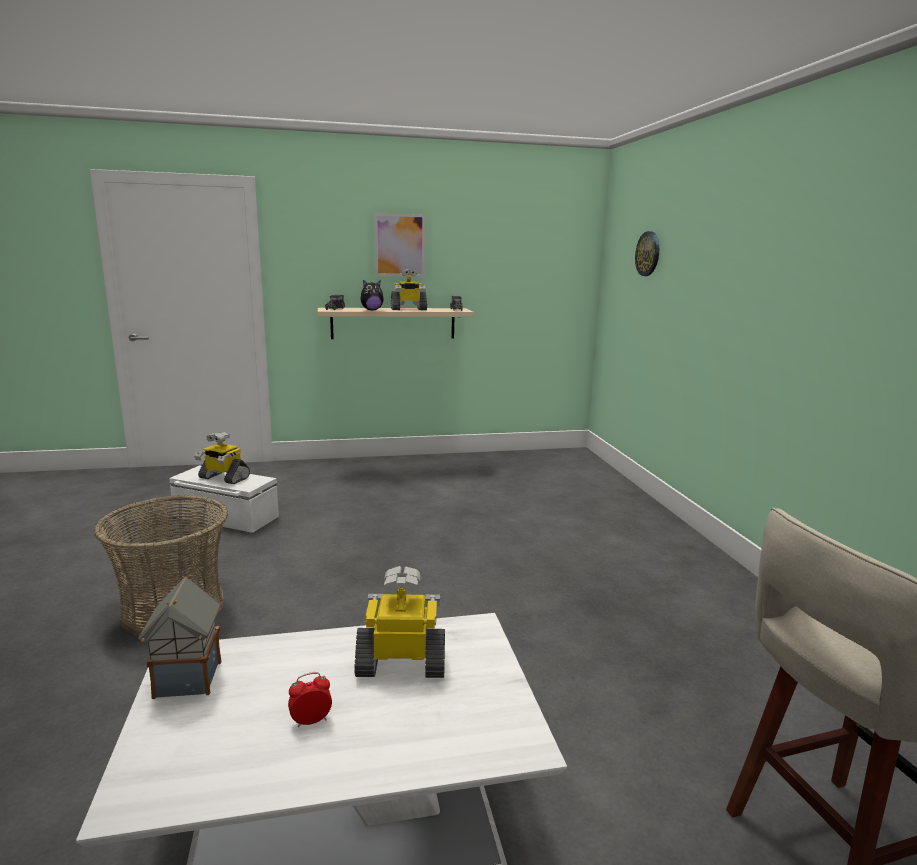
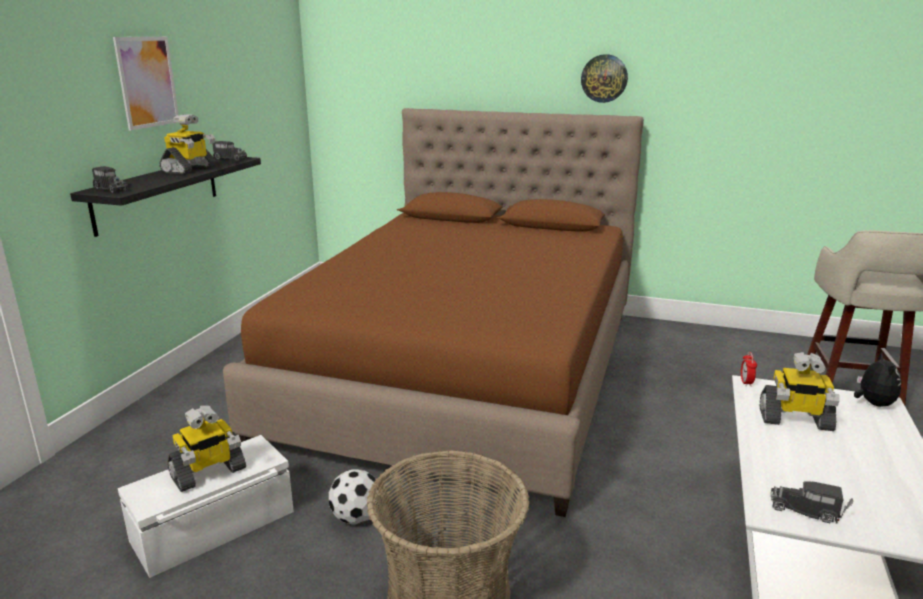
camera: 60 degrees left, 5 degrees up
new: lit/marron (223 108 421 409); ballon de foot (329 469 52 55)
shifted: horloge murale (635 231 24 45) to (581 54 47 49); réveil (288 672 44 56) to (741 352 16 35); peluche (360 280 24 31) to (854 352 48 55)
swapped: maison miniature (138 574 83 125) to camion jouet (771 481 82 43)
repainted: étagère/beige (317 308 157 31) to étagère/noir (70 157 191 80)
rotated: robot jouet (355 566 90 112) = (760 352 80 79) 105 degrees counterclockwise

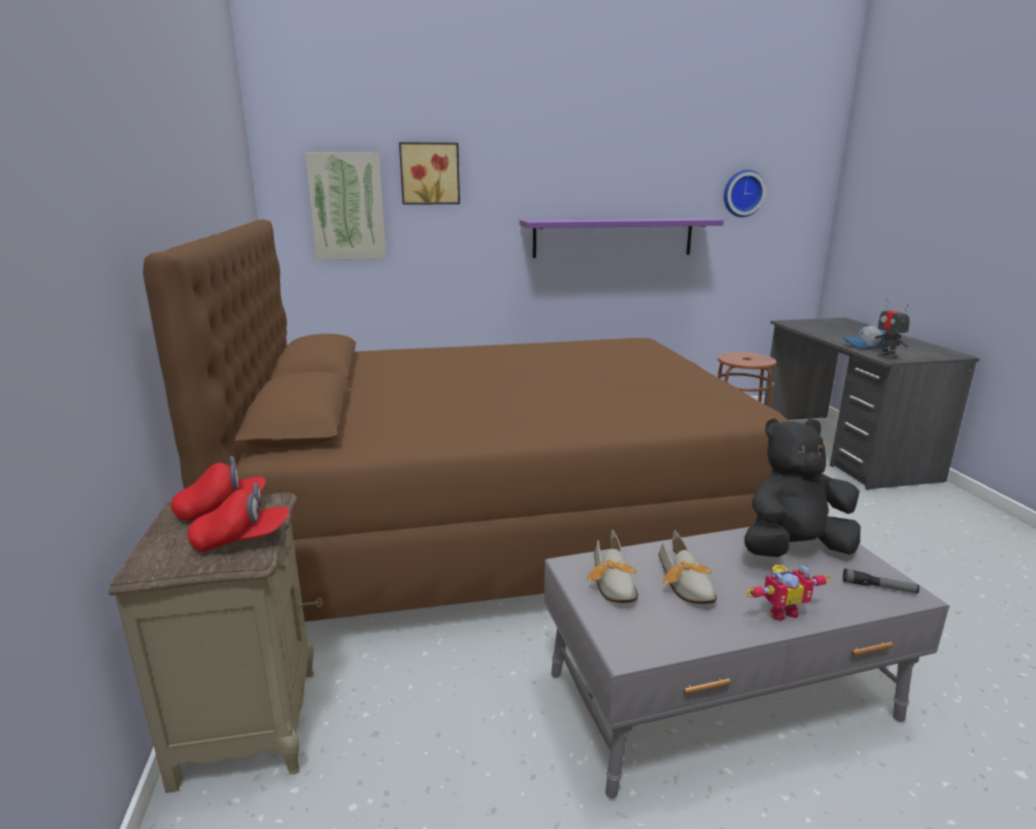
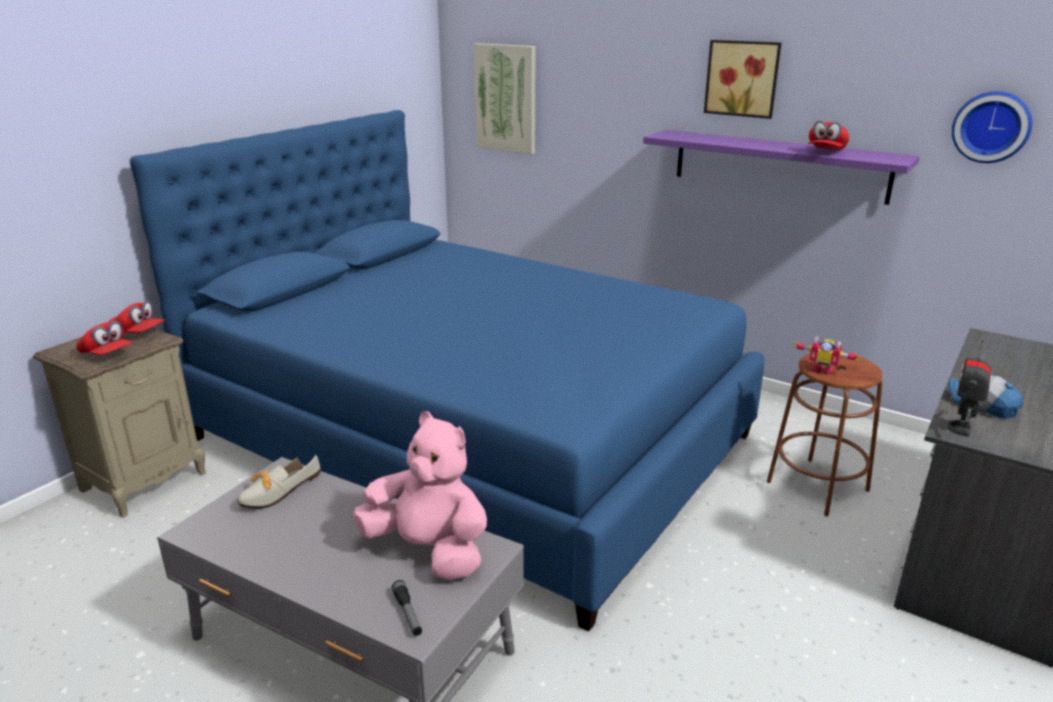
camera: 45 degrees right, 5 degrees up
gone: chaussure (658 530 59 74)
new: casquette/rouge (808 120 41 29)
shifted: tableau (399 142 61 63) to (704 40 77 79); robot jouet (746 565 85 56) to (792 337 69 38)
repainted: lit/marron (143 219 646 403) to lit/bleu (130 110 634 521); peluche/noir (744 418 116 139) to peluche/rose (353 411 134 169)

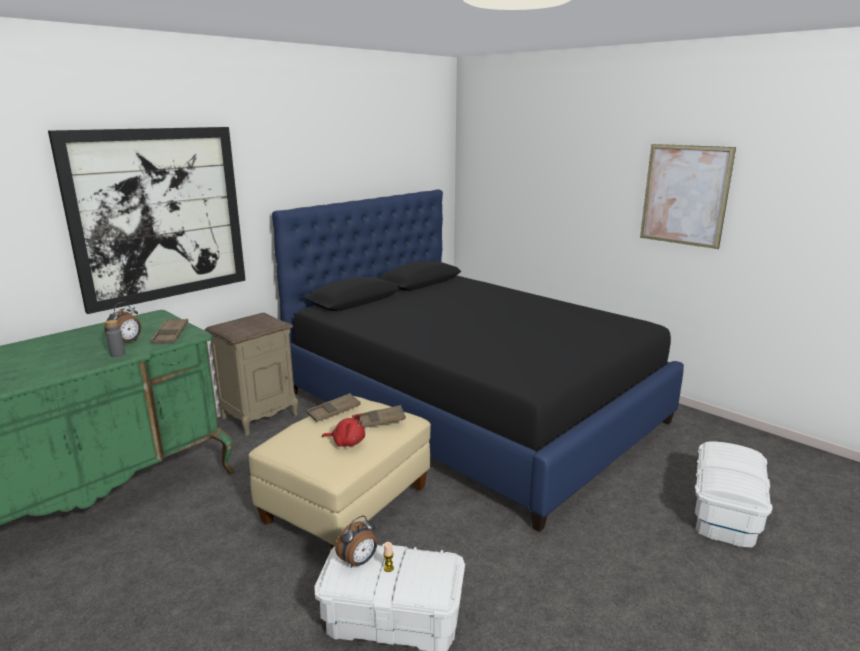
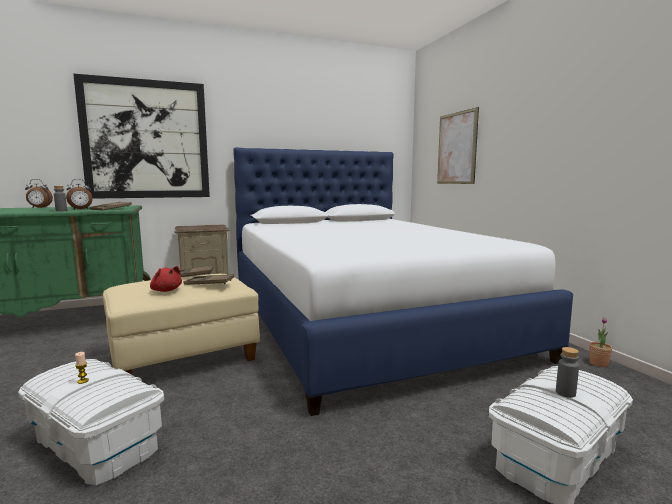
camera: 25 degrees right, 10 degrees down
new: bouteille/gris (556 347 23 51); plante en pot (589 318 23 49)
shifted: réveil (335 516 42 52) to (25 179 28 29); tableau (640 144 96 105) to (437 107 42 77)
repainted: lit/noir (272 190 412 342) to lit/blanc (233 148 340 268)

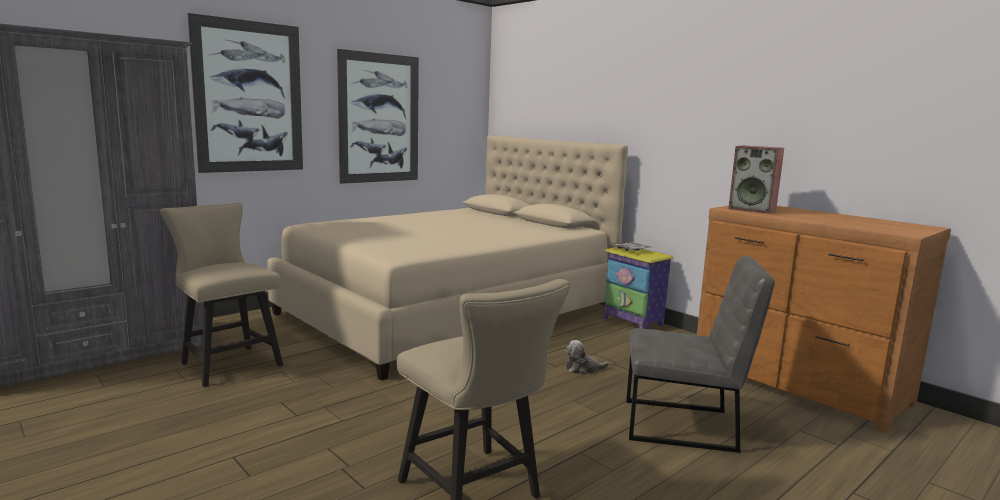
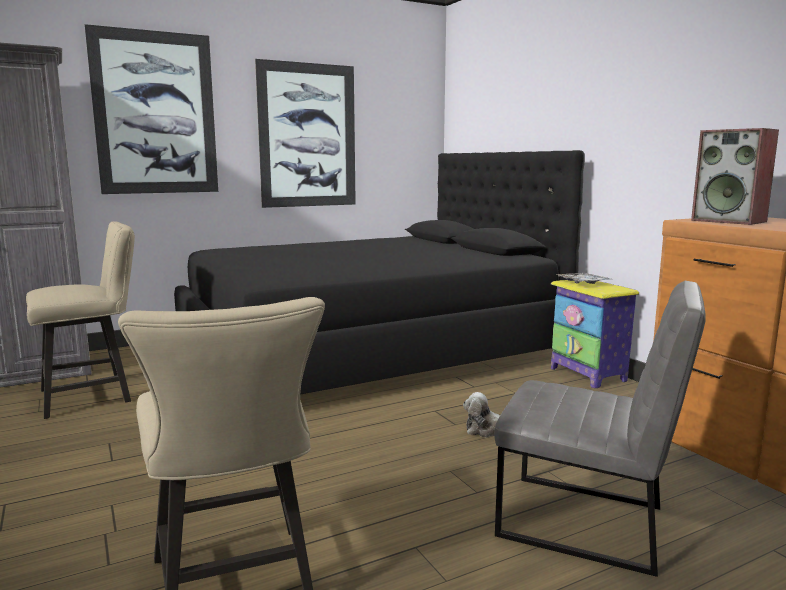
camera: 15 degrees right, 0 degrees up
repainted: lit/beige (267 135 361 246) to lit/noir (174 150 411 244)
rotated: chaise/beige (160 203 123 184) = (26 221 109 198) 90 degrees clockwise

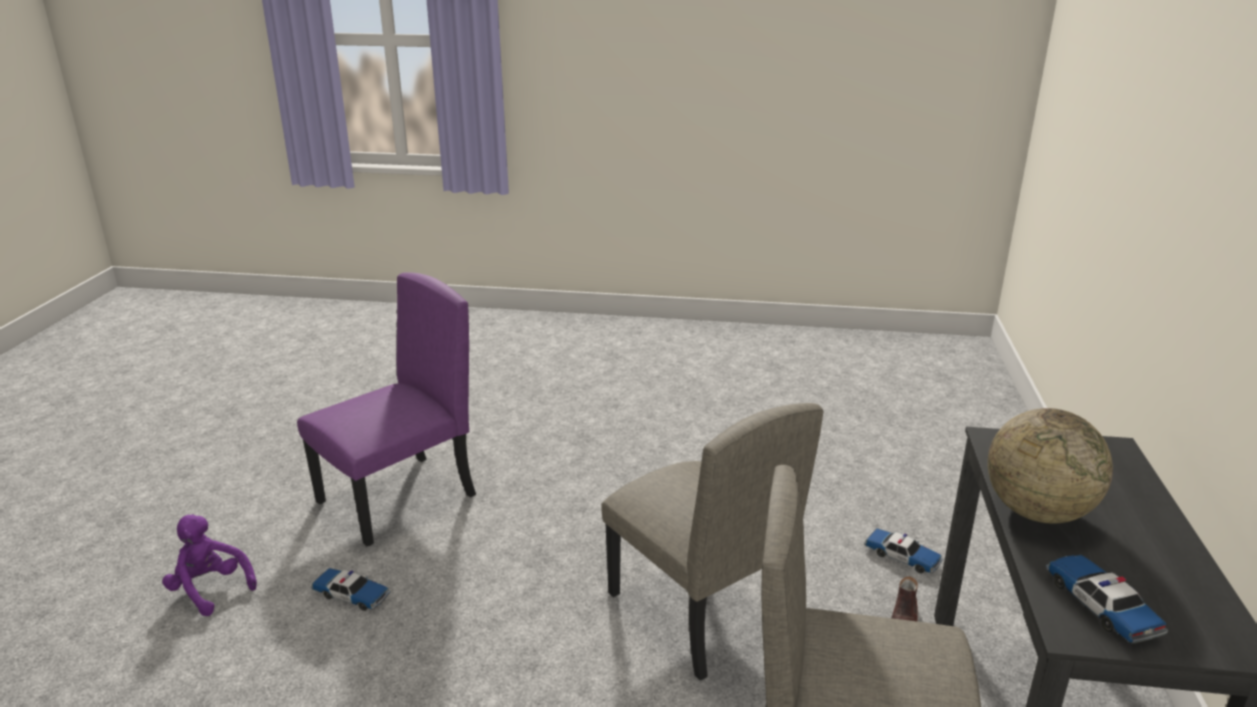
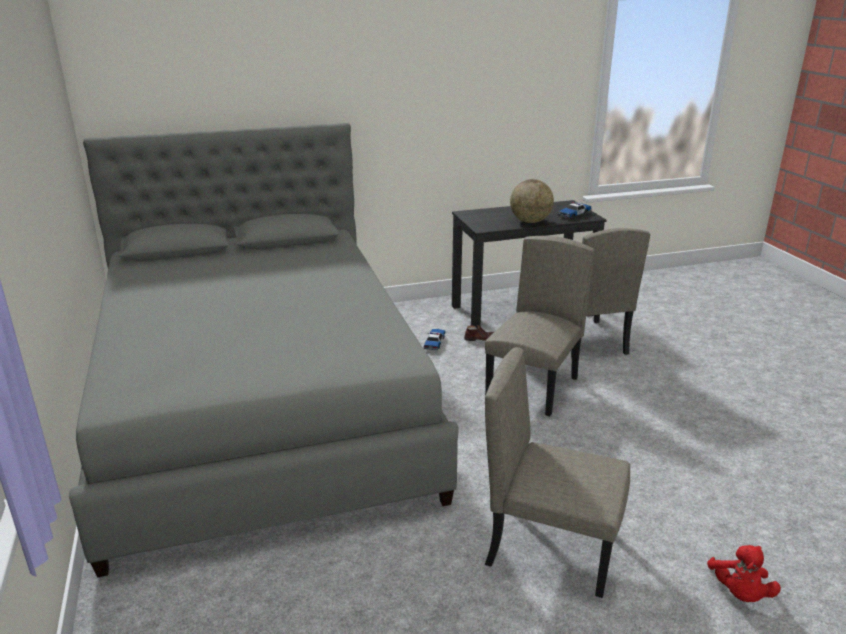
camera: 115 degrees left, 0 degrees up
gone: petite voiture (311 568 79 43)
new: lit/gris (69 123 390 455)
repainted: chaise/violet (297 272 179 275) to chaise/beige (485 347 145 251); peluche/violet (162 514 95 102) to peluche/rouge (707 545 74 57)

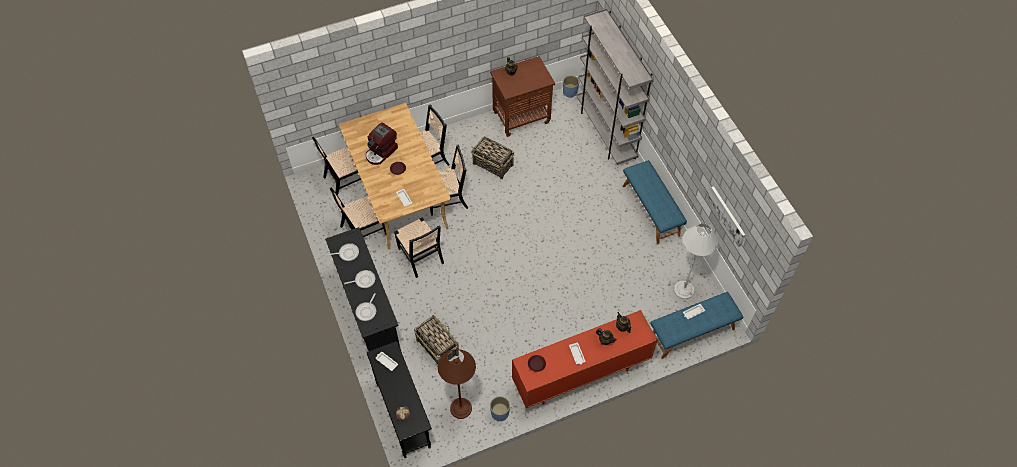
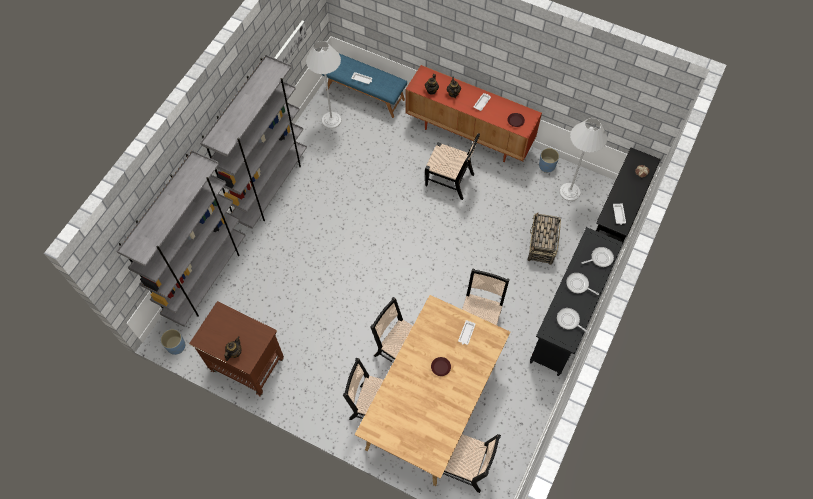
camera: 130 degrees left, 5 degrees up
gone: machine à café (366 123 32 42); panier (471 136 43 43)
shifted: chaise (330 187 56 50) to (425 133 55 67)
swapped: banc/bleu (623 160 64 84) to bibliothèque/gris (200 55 107 174)
repainted: lampadaire/marron (438 349 38 70) to lampadaire/blanc (559 118 48 83)

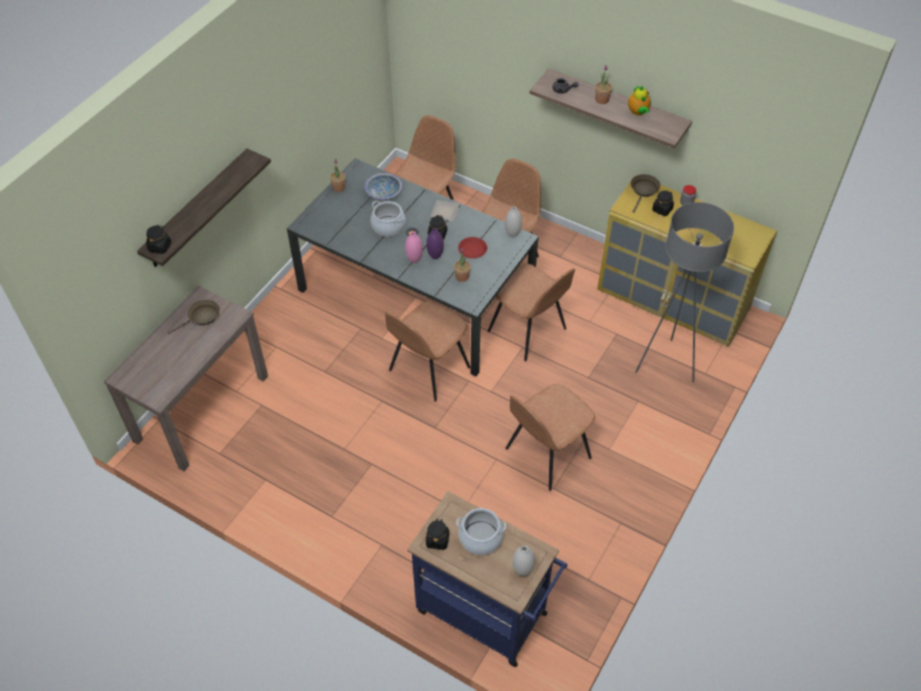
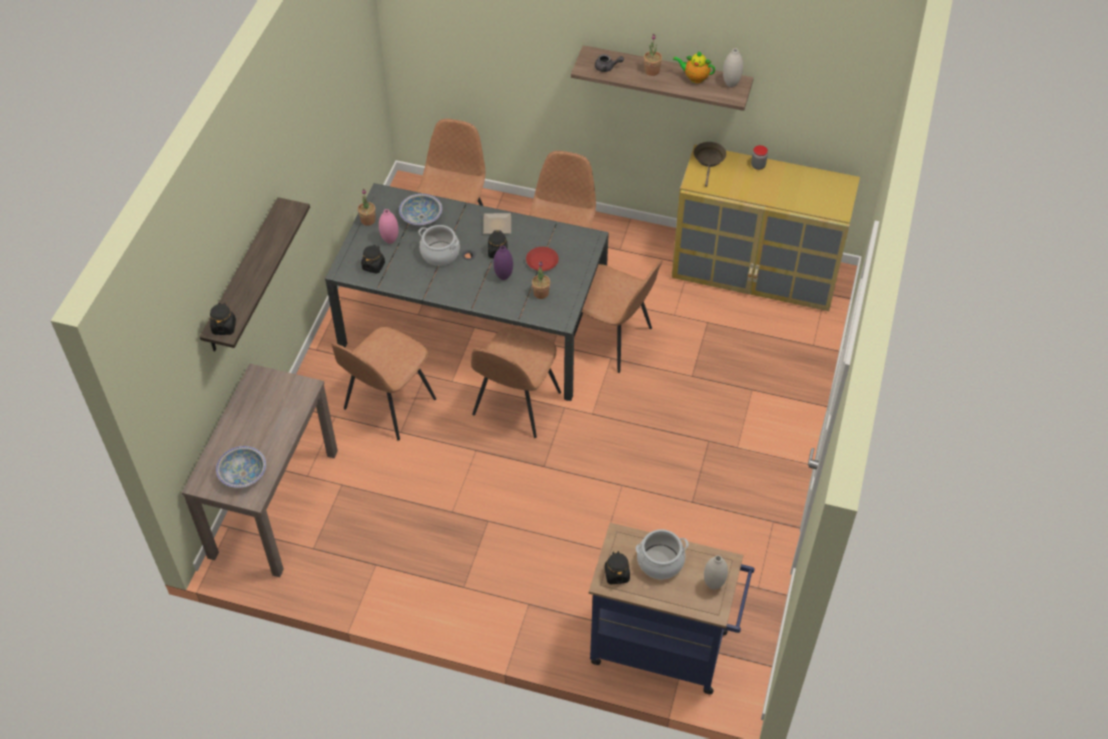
camera: 15 degrees left, 0 degrees up
gone: poêle/marron (167 300 53 34); lampadaire/gris (635 202 99 180)
new: bol (216 446 50 42)
shifted: chaise/marron (505 384 90 107) to (331 327 105 114); bocal/noir (652 191 22 25) to (361 245 24 29); vase/rose (405 232 18 31) to (379 209 20 35); vase/blanc (505 206 17 32) to (723 48 20 39)
rotated: théière (628 86 23 30) = (673 51 42 32) 135 degrees clockwise

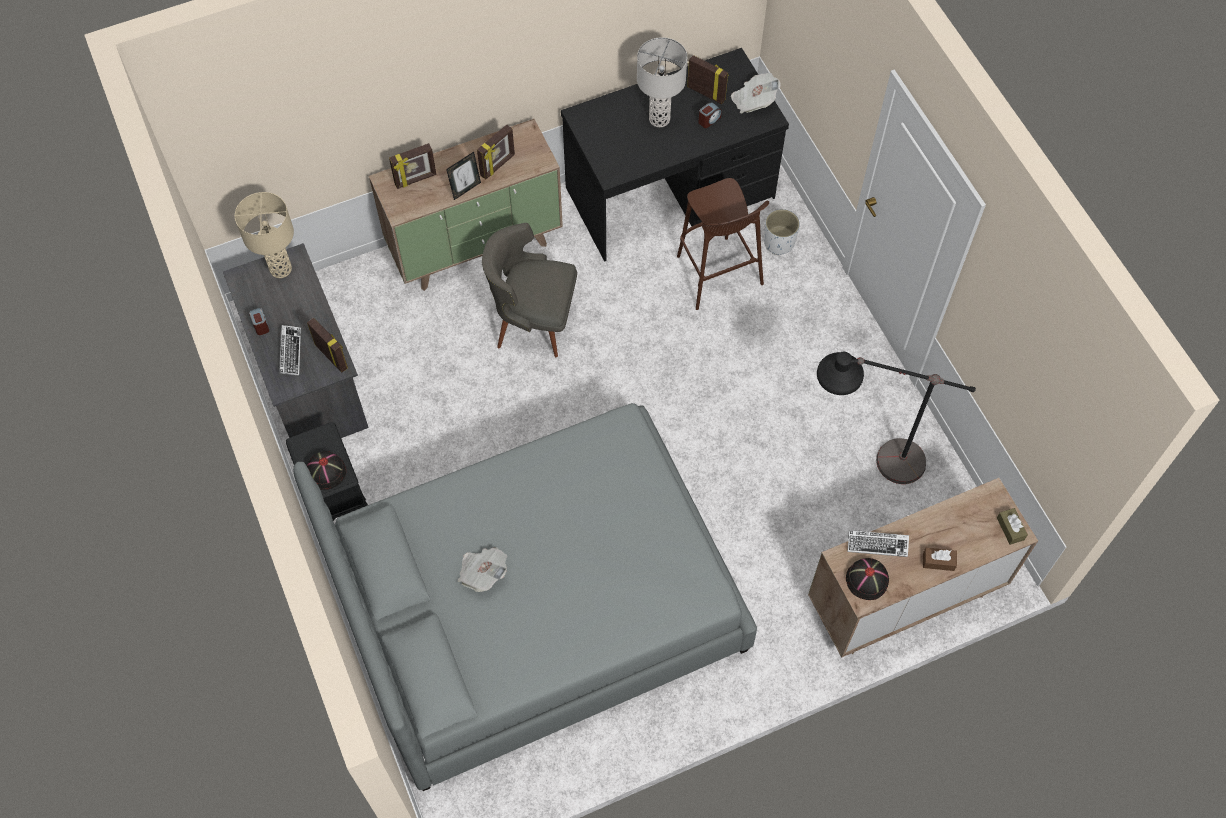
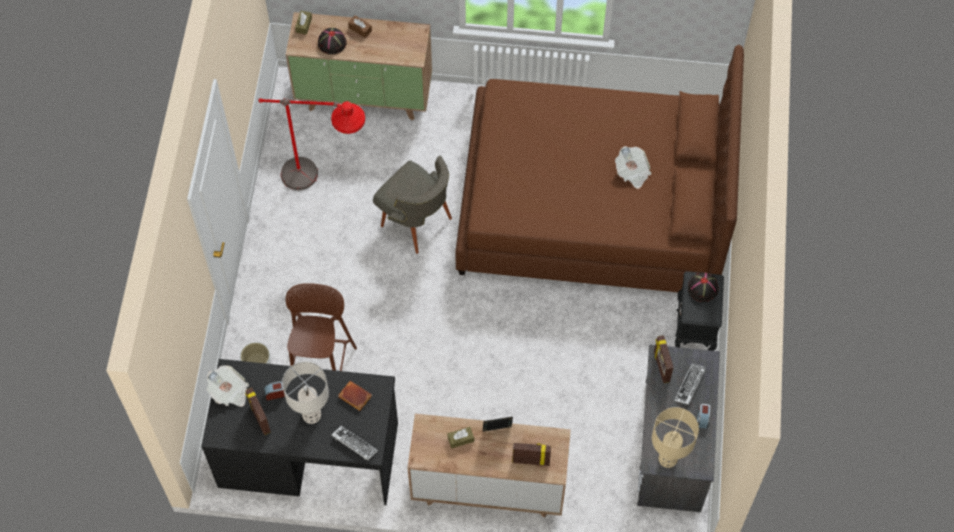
camera: 150 degrees left, 0 degrees up
new: livre/marron (339 381 33 30)
shifted: chapeau/noir (846 558 43 42) to (318 28 29 26); clavier (848 530 61 27) to (331 426 47 34); chaise/gris (482 223 95 134) to (373 156 79 98)
swapped: cadre photo (477 125 38 55) to boîte à mouchoirs/marron (448 427 26 21)
repainted: lampadaire/noir (817 352 159 132) to lampadaire/rouge (258 98 107 92); lit/gris (293 403 464 388) to lit/marron (455 45 289 247)

